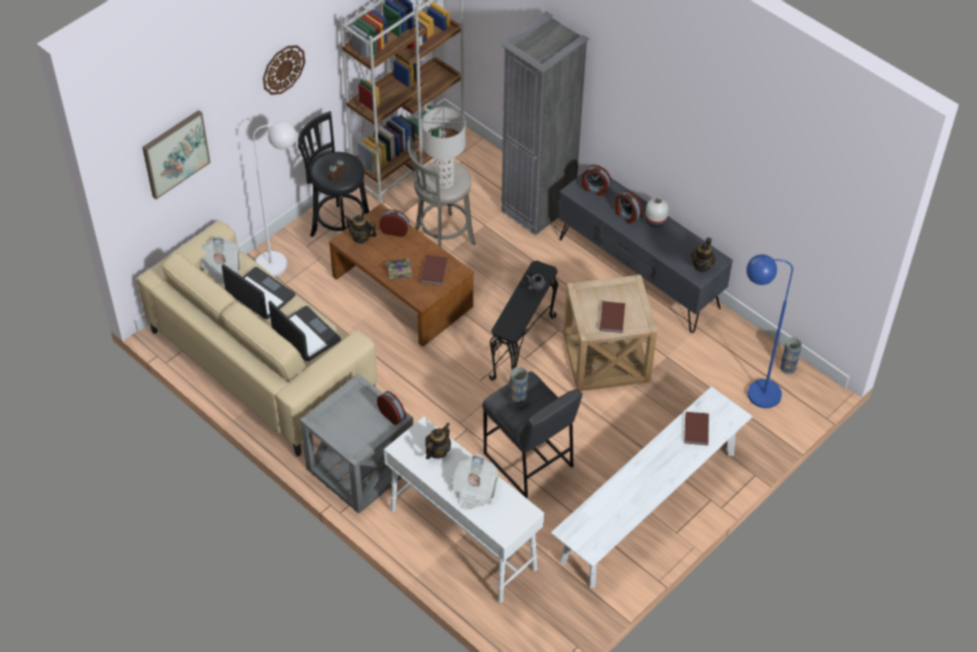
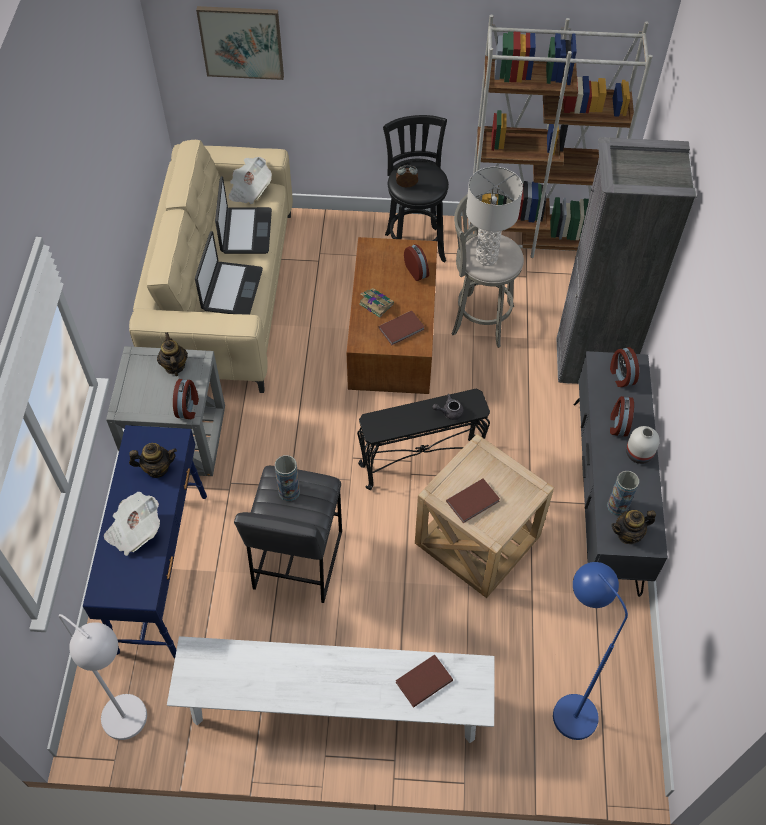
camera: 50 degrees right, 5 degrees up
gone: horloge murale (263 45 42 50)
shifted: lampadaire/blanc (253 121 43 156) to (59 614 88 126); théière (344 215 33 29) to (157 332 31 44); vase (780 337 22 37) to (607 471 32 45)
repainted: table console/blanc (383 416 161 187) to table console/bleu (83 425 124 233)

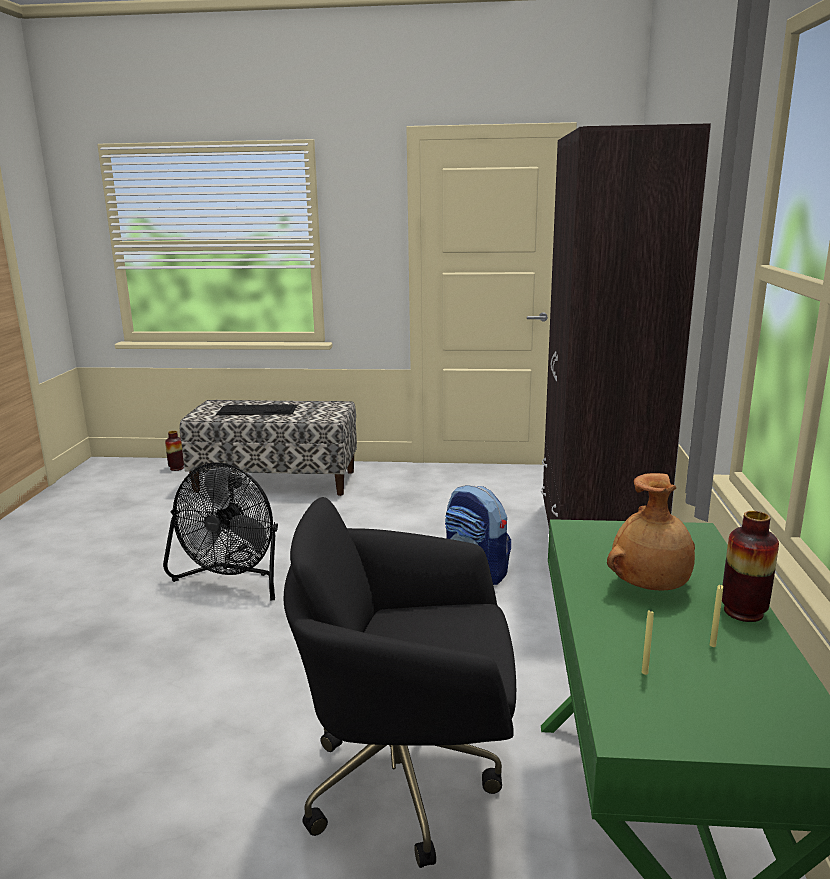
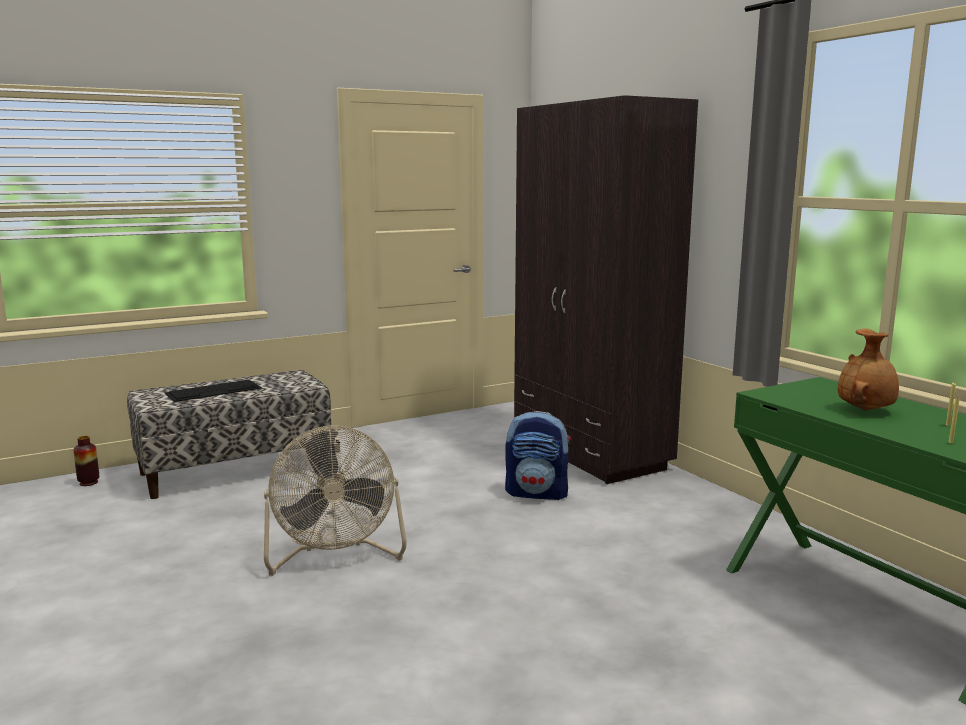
camera: 35 degrees left, 5 degrees down
gone: chaise de bureau/noir (284 497 232 371); vase (722 511 57 111)
repainted: ventilateur/noir (163 463 115 138) to ventilateur/beige (264 426 143 150)

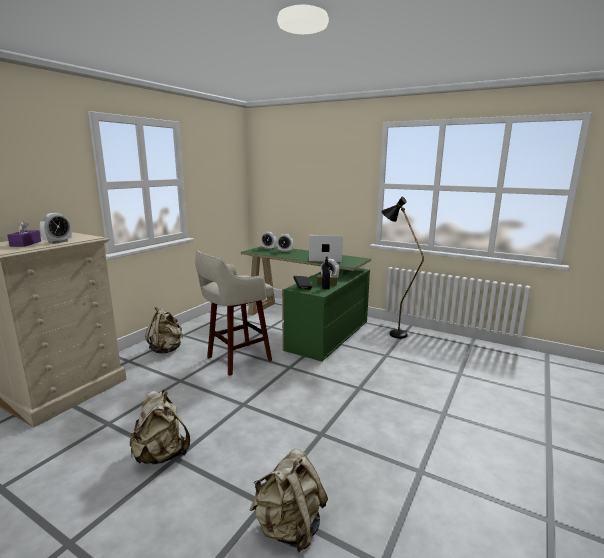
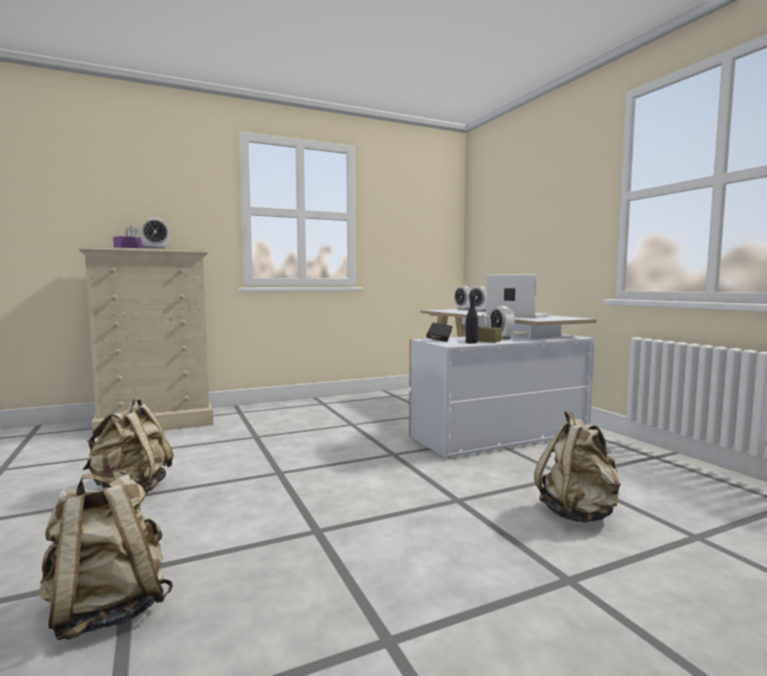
camera: 35 degrees right, 10 degrees down
gone: tabouret/beige (195 250 78 126); lampadaire/noir (382 196 42 143)
shifted: sac à dos/beige (145 307 38 47) to (534 410 87 112)
repainted: bureau/vert (241 246 130 116) to bureau/blanc (409 309 188 149)

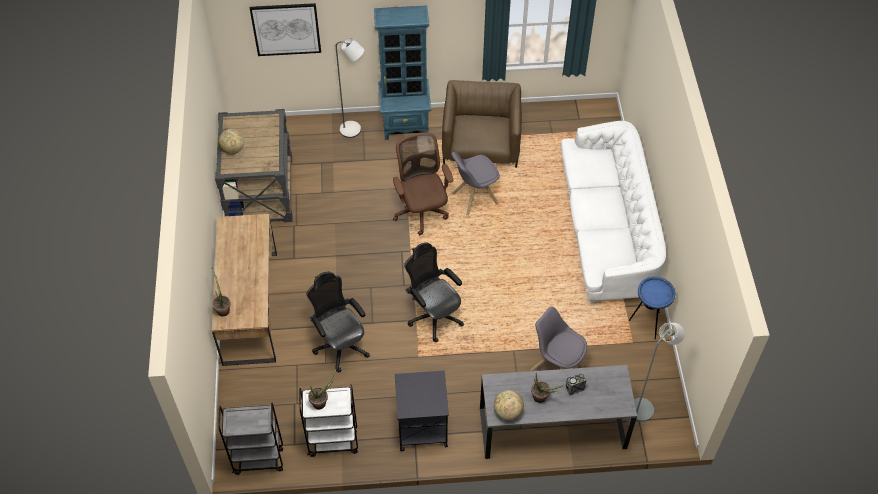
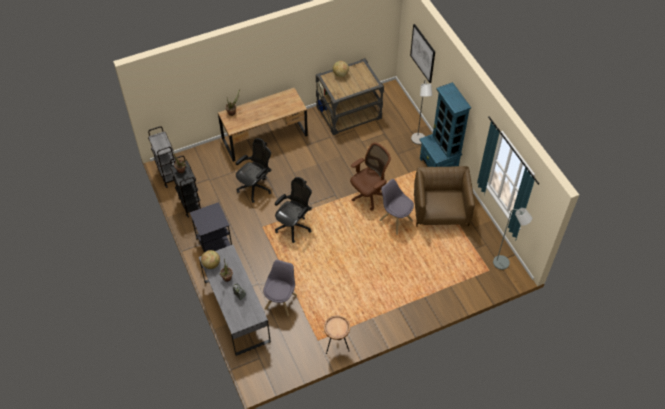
camera: 70 degrees right, 0 degrees up
gone: canapé/blanc (561 121 105 183)
shifted: lampadaire/gris (634 323 51 99) to (493 208 39 62)
repainted: chariot/blanc (299 385 59 72) to chariot/noir (170 156 31 62); table d'appoint/bleu (629 277 46 62) to table d'appoint/marron (324 315 26 39)
rotated: fauteuil/marron (442 80 80 88) = (414 166 61 61) 75 degrees counterclockwise

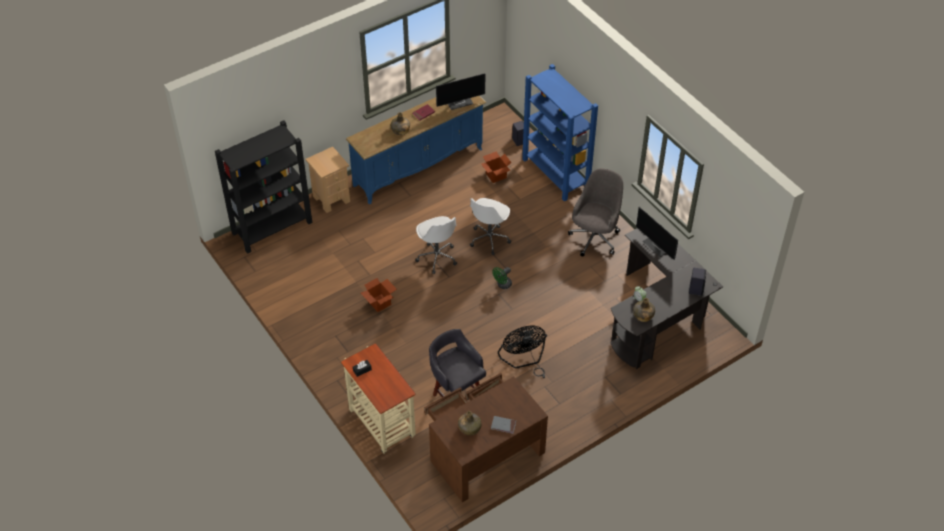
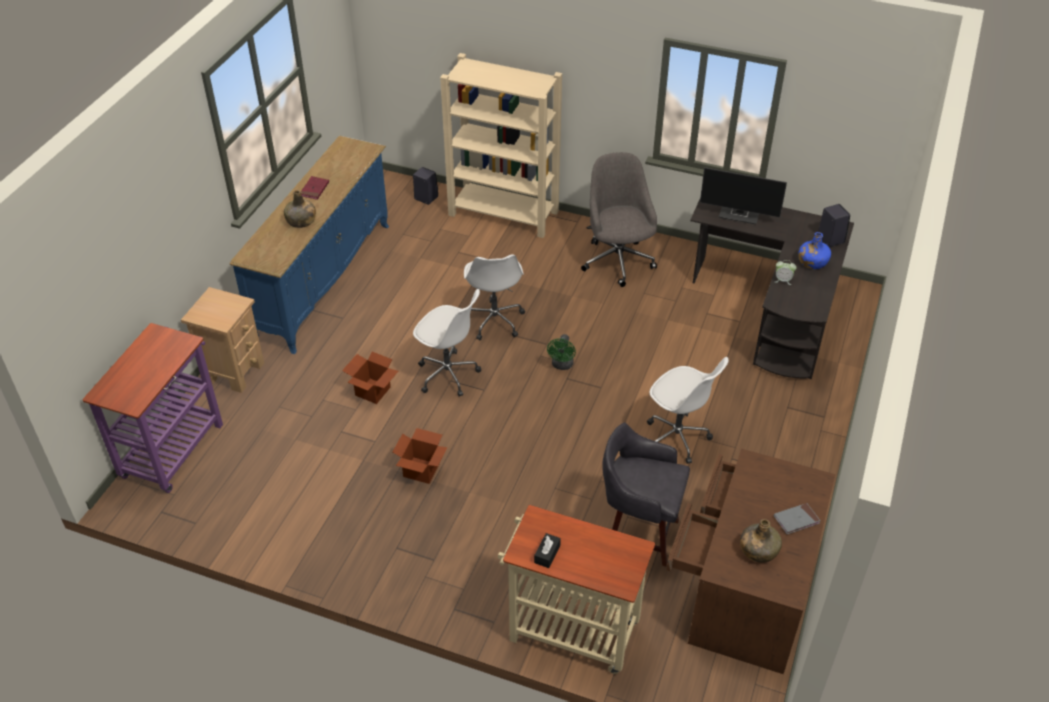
camera: 35 degrees left, 5 degrees down
gone: écran d'ordinateur (436 73 49 37); bouteille/vert (633 298 22 24)
new: bouteille/bleu (798 232 33 37)
shifted: carton (481 151 30 32) to (342 352 56 52)
swapped: bibliothèque/noir (215 120 97 134) to chariot/violet (83 323 140 170); ventilateur/noir (498 326 49 52) to chaise de bureau/blanc (647 357 82 107)
repainted: bibliothèque/bleu (522 64 76 137) to bibliothèque/beige (440 53 122 185)

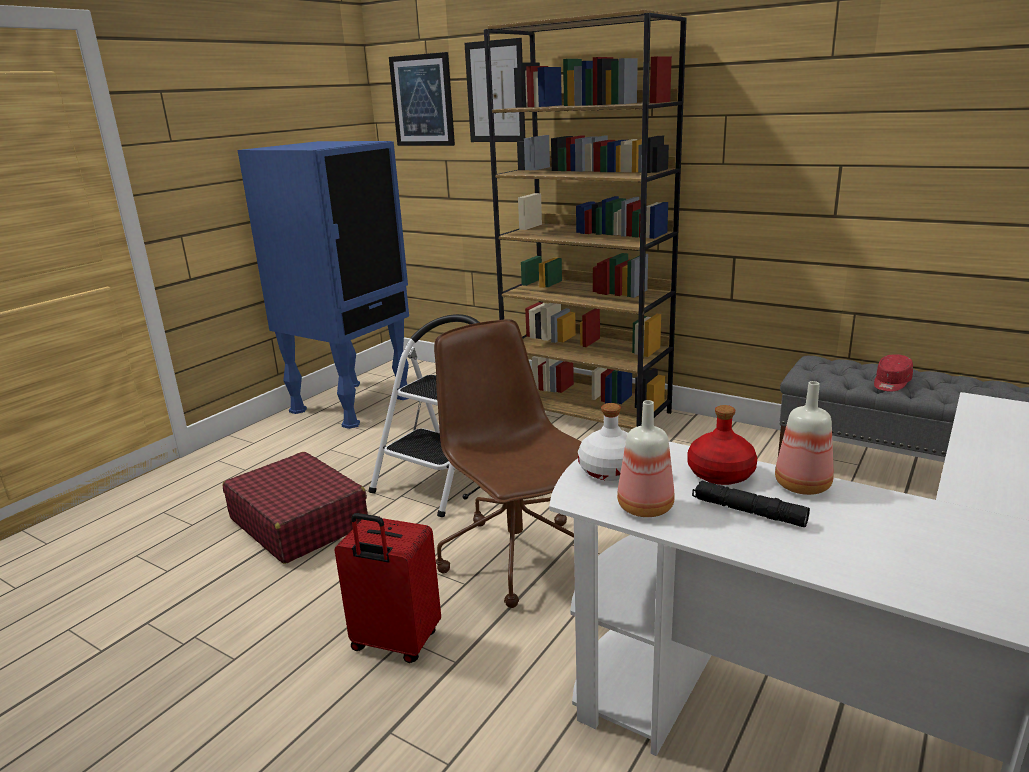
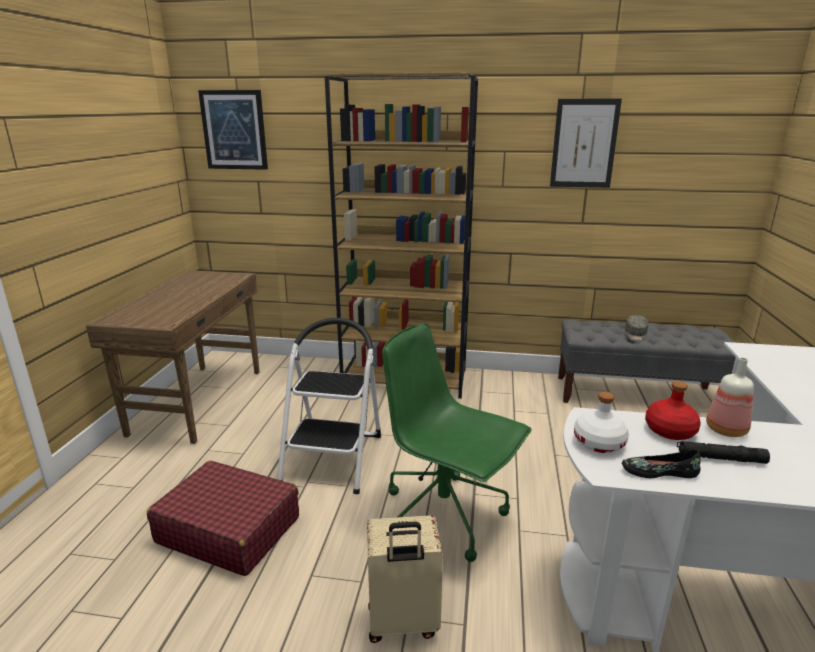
camera: 25 degrees left, 0 degrees up
shifted: tableau (464 38 61 104) to (550 99 72 89)
swapped: meuble de rangement/bleu (238 141 171 288) to table console/marron (86 270 173 174); bouteille (617 400 58 117) to chaussure/noir (622 450 79 28)
repainted: valise/rouge (334 513 107 150) to valise/beige (367 515 76 128); chaise de bureau/marron (434 319 147 289) to chaise de bureau/vert (382 323 150 239); casquette/rouge (874 354 39 38) to casquette/gris (625 315 23 26)

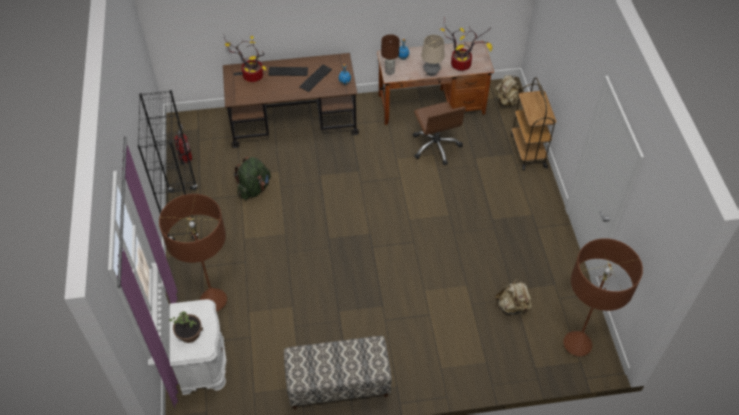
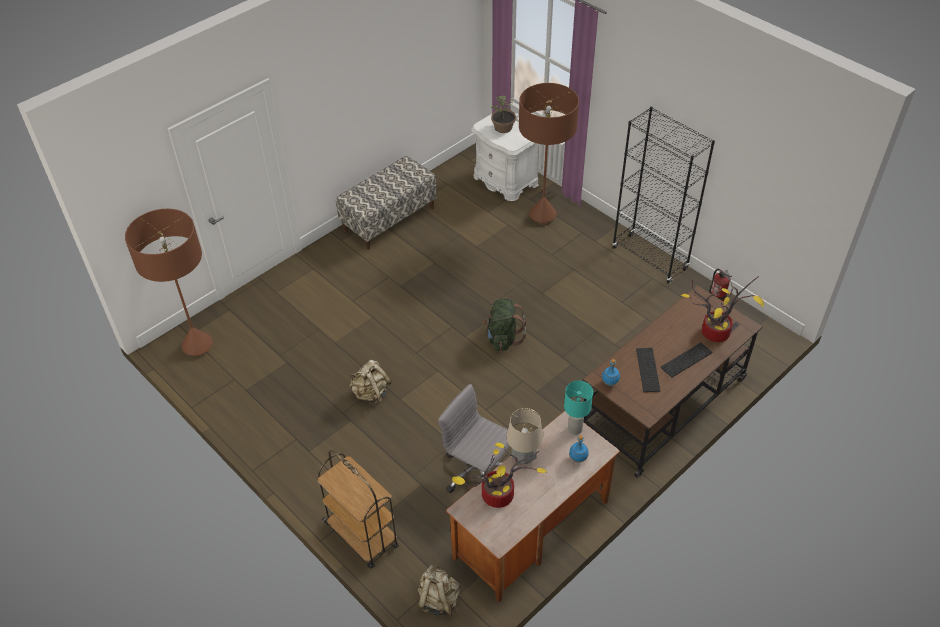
camera: 145 degrees right, 5 degrees down
shifted: sac à dos/beige (495 279 37 37) to (349 360 43 45); sac à dos/vert (234 157 37 43) to (483 298 43 53)
repainted: chaise de bureau/marron (413 102 53 63) to chaise de bureau/gris (438 384 72 109); lampe de table/marron (381 34 19 41) to lampe de table/turquoise (564 380 29 55)

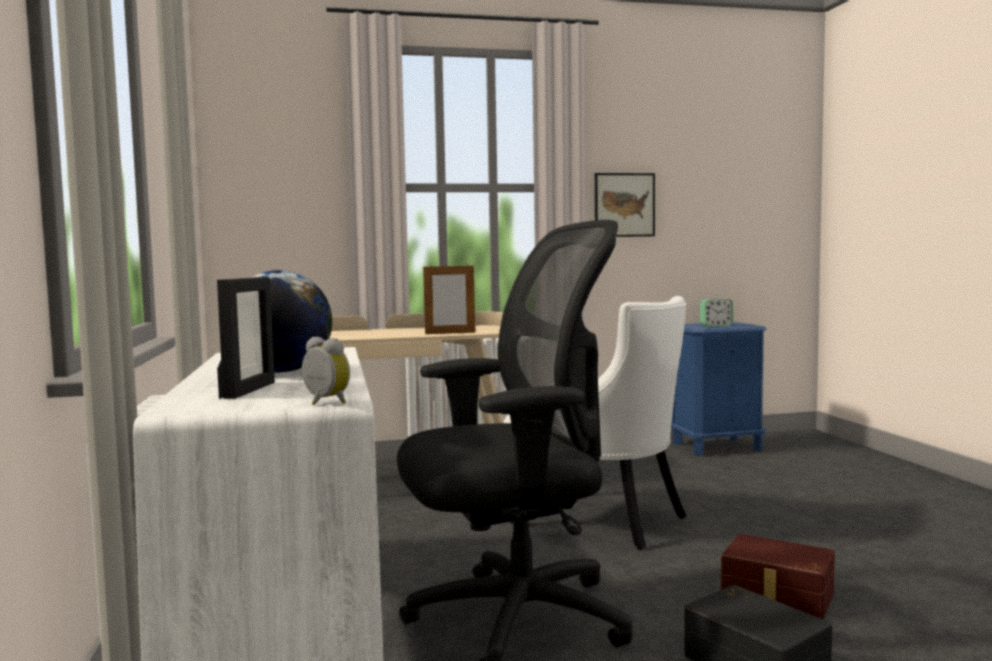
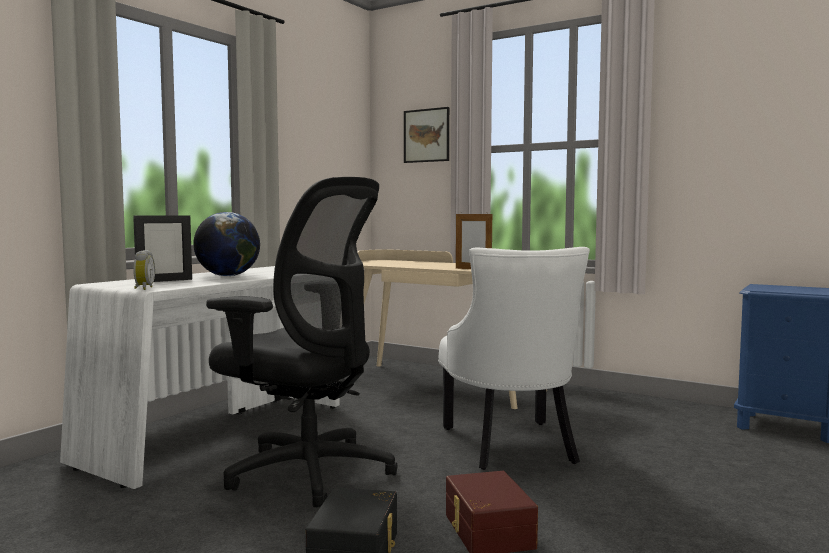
camera: 45 degrees right, 0 degrees up
gone: réveil (700 298 33 29)
shifted: tableau (595 173 60 64) to (404 107 45 56)

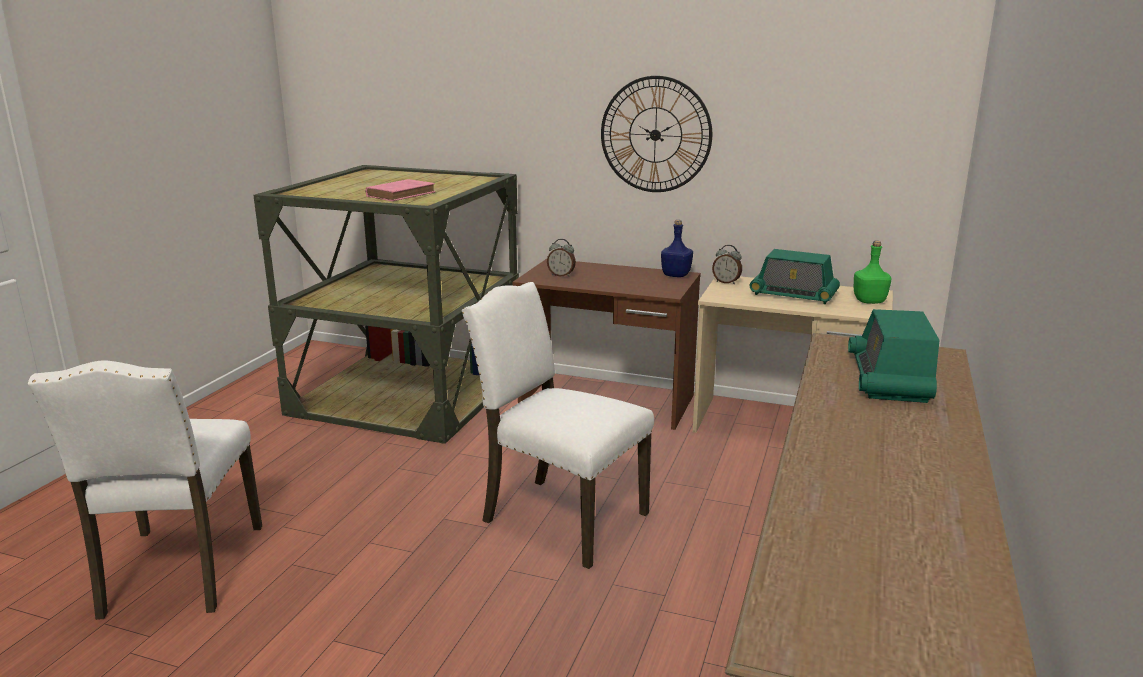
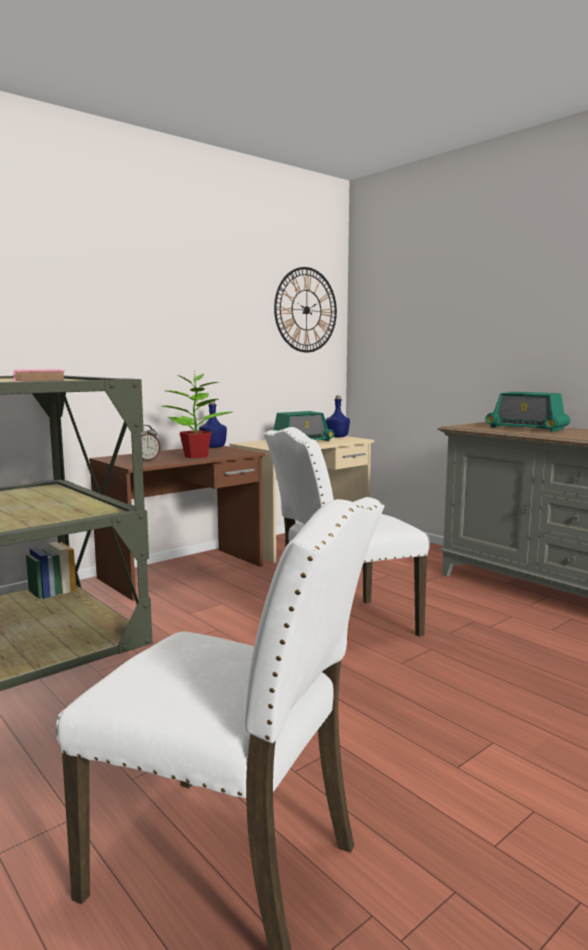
camera: 60 degrees left, 10 degrees down
gone: réveil (712 245 30 39)
new: plante en pot (163 371 69 87)
shifted: horloge murale (601 76 111 116) to (274 267 63 86)
repainted: bouteille/vert (854 241 38 63) to bouteille/bleu (326 396 24 42)

